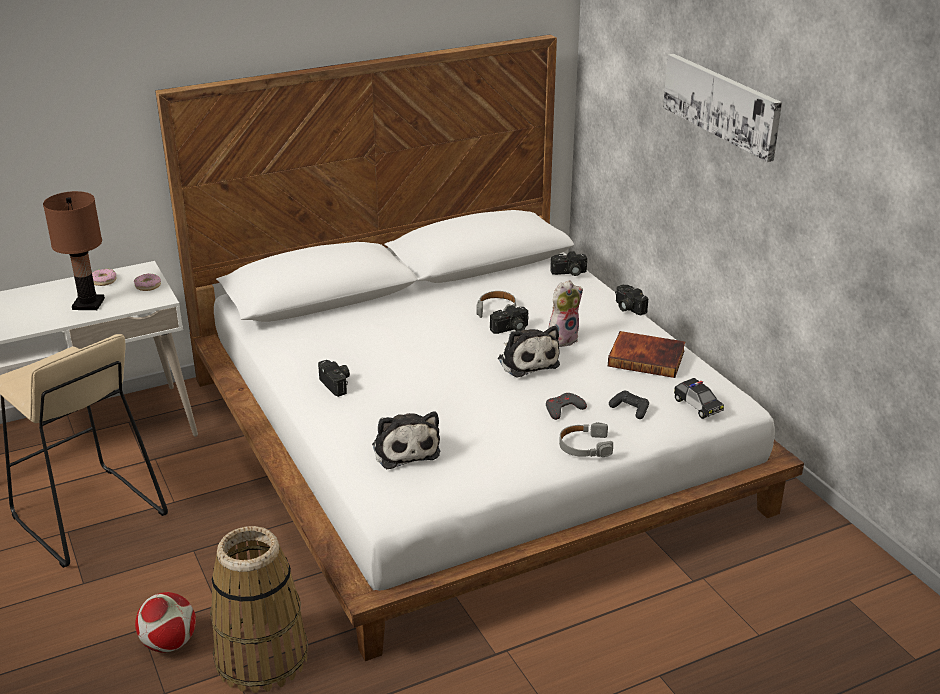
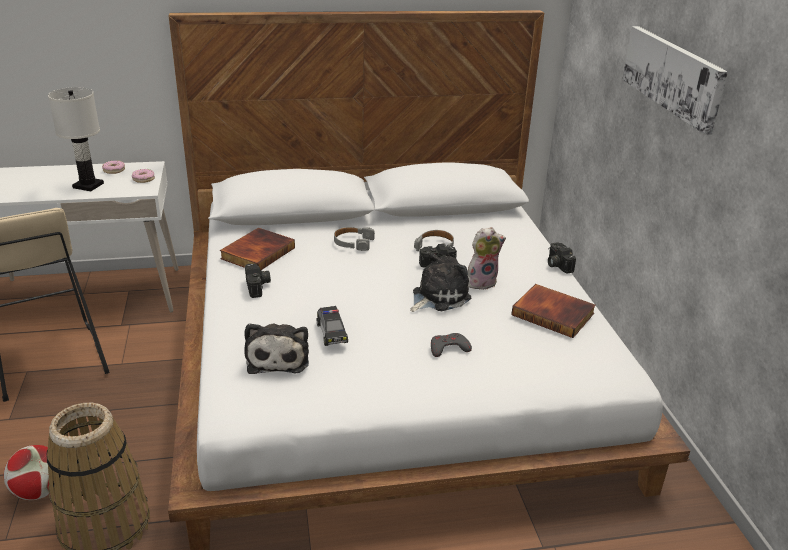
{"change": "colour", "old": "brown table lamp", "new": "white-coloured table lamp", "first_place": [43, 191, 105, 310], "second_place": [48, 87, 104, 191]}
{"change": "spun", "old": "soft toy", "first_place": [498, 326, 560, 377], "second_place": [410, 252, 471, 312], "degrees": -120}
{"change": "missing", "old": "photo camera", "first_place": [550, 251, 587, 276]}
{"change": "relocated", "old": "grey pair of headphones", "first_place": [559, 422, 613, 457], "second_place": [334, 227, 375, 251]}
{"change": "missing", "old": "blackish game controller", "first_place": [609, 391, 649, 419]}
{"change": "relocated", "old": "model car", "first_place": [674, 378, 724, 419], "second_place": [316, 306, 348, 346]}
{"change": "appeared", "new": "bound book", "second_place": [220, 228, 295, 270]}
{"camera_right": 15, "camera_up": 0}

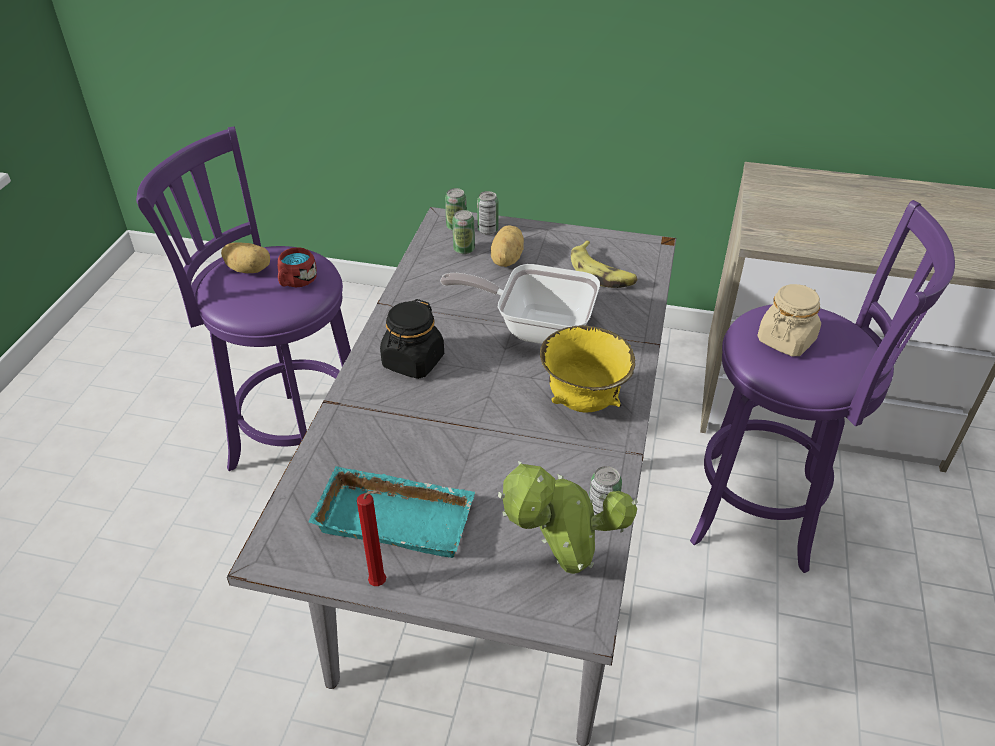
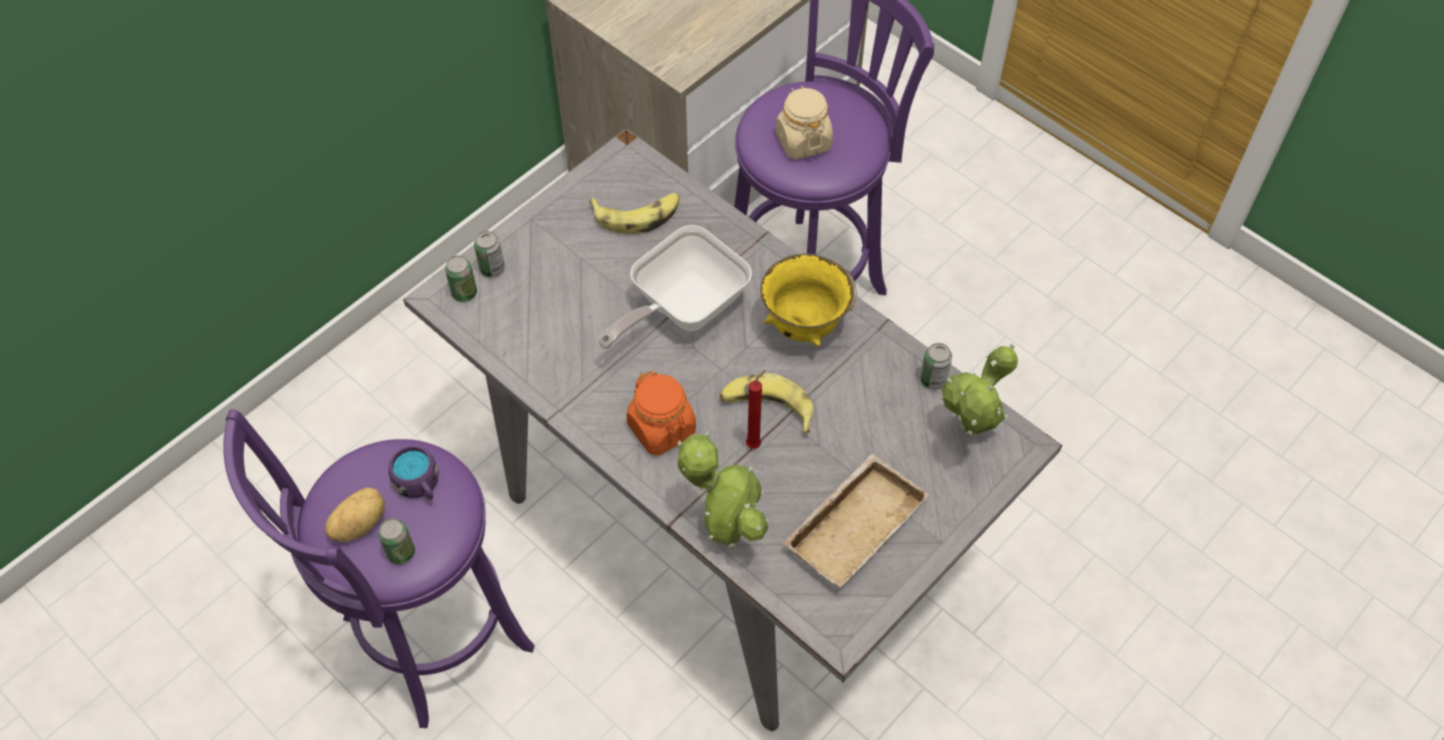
{"change": "colour", "old": "red-coloured mug", "new": "purple mug", "first_place": [278, 247, 317, 287], "second_place": [388, 446, 439, 500]}
{"change": "colour", "old": "turquoise carrying tray", "new": "sand-coloured carrying tray", "first_place": [309, 466, 476, 558], "second_place": [783, 453, 929, 587]}
{"change": "relocated", "old": "red-coloured wax candle", "first_place": [357, 490, 386, 586], "second_place": [746, 370, 765, 449]}
{"change": "colour", "old": "blackish jar", "new": "orange-coloured jar", "first_place": [380, 299, 444, 379], "second_place": [626, 371, 696, 455]}
{"change": "relocated", "old": "can", "first_place": [452, 210, 475, 254], "second_place": [378, 518, 415, 564]}
{"change": "missing", "old": "whole potato", "first_place": [491, 225, 524, 267]}
{"change": "appeared", "new": "potted plant", "second_place": [677, 432, 768, 548]}
{"change": "appeared", "new": "whole banana", "second_place": [720, 373, 814, 434]}
{"camera_right": -60, "camera_up": 15}

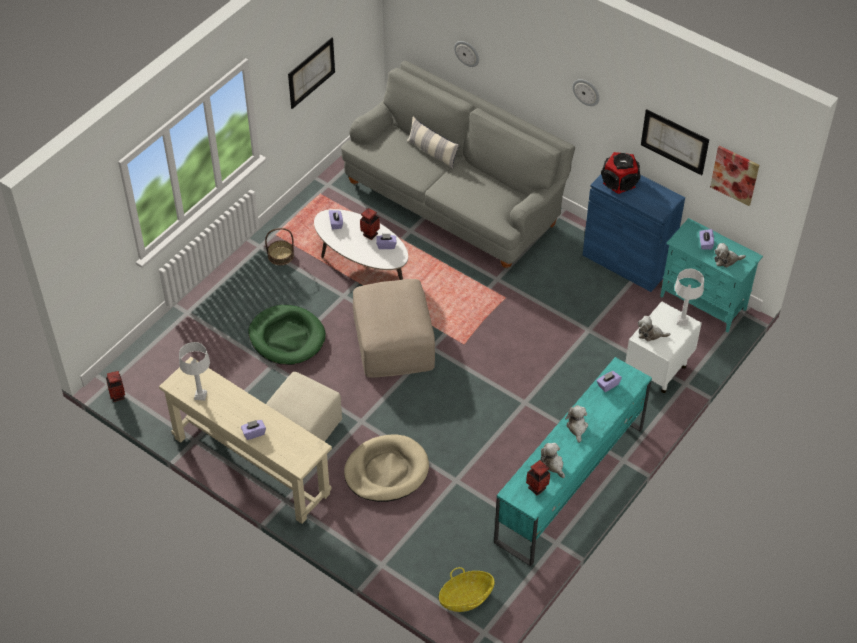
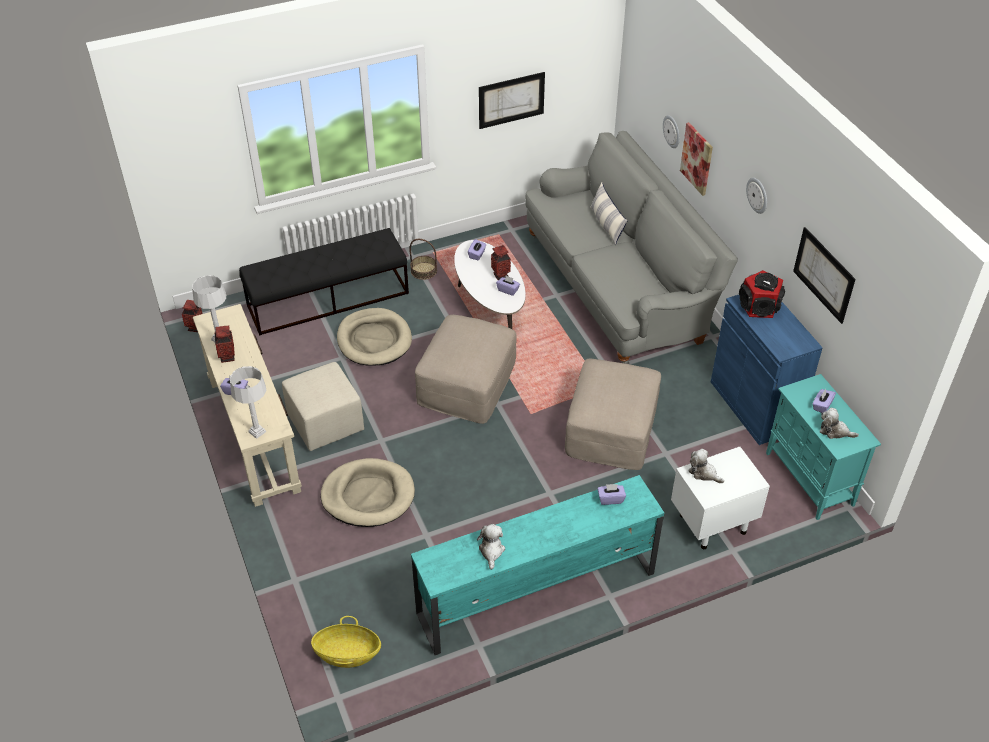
{"change": "colour", "old": "green dog bed", "new": "sand-coloured dog bed", "first_place": [249, 305, 326, 365], "second_place": [337, 308, 412, 366]}
{"change": "relocated", "old": "decorative vase", "first_place": [526, 460, 550, 496], "second_place": [215, 325, 235, 363]}
{"change": "missing", "old": "soft toy", "first_place": [565, 405, 588, 443]}
{"change": "relocated", "old": "grey table lamp", "first_place": [674, 269, 704, 326], "second_place": [230, 366, 266, 439]}
{"change": "relocated", "old": "wall art", "first_place": [710, 146, 759, 206], "second_place": [680, 122, 713, 196]}
{"change": "appeared", "new": "blackish indoor bench", "second_place": [239, 228, 409, 336]}
{"change": "appeared", "new": "sand-coloured ottoman", "second_place": [565, 359, 661, 470]}
{"camera_right": 30, "camera_up": -5}

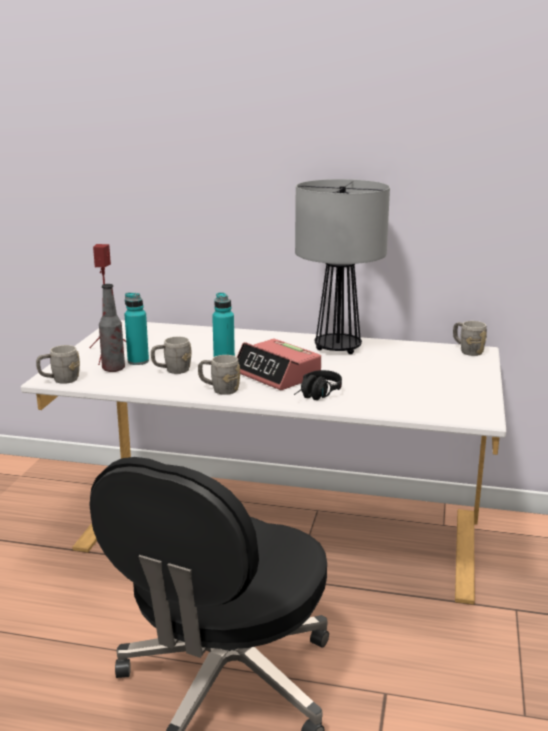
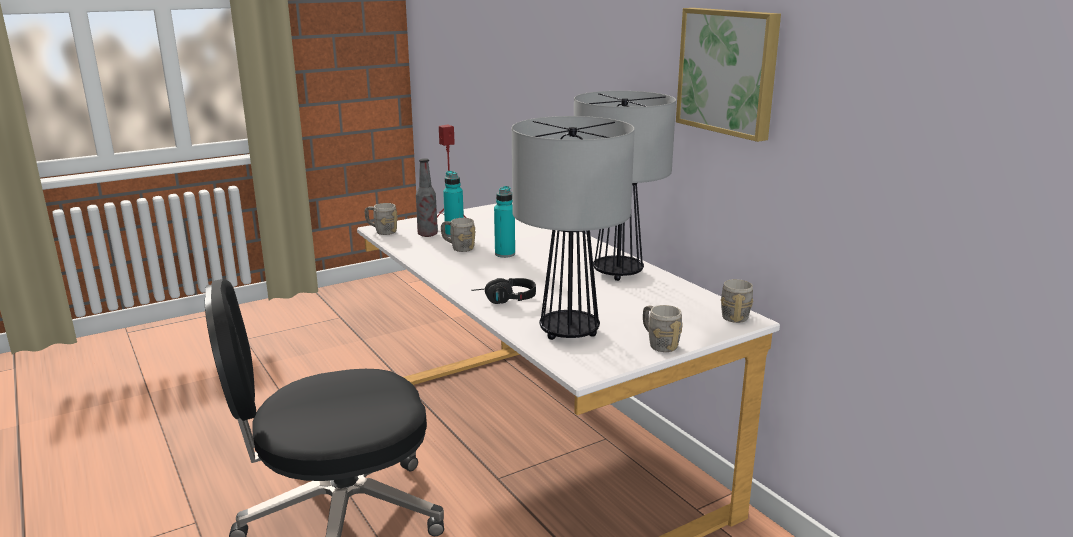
{"change": "relocated", "old": "grey mug", "first_place": [198, 355, 240, 395], "second_place": [643, 305, 683, 352]}
{"change": "missing", "old": "alarm clock", "first_place": [237, 339, 321, 390]}
{"change": "appeared", "new": "table lamp", "second_place": [512, 116, 635, 340]}
{"change": "appeared", "new": "wall art", "second_place": [676, 8, 781, 142]}
{"camera_right": 45, "camera_up": 0}

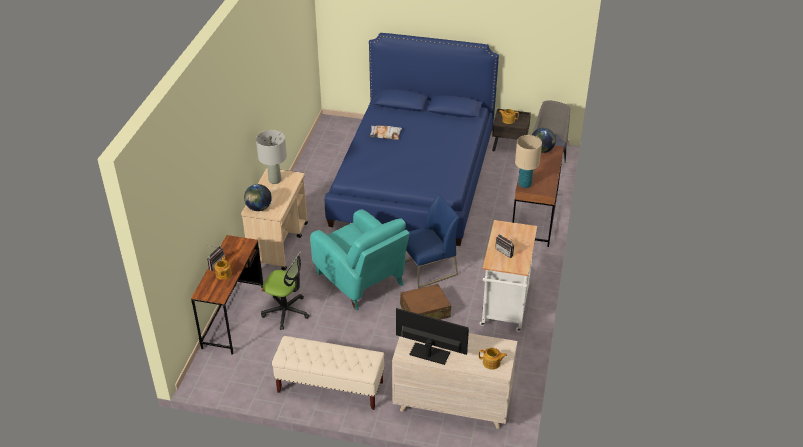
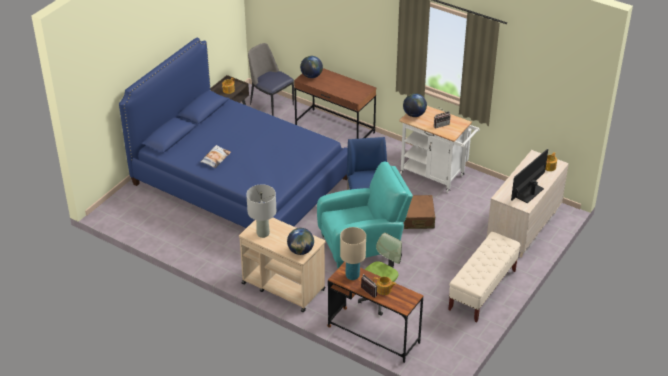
{"change": "relocated", "old": "sand-coloured table lamp", "first_place": [515, 135, 542, 188], "second_place": [340, 227, 366, 280]}
{"change": "appeared", "new": "globe", "second_place": [403, 93, 427, 117]}
{"camera_right": -70, "camera_up": 0}

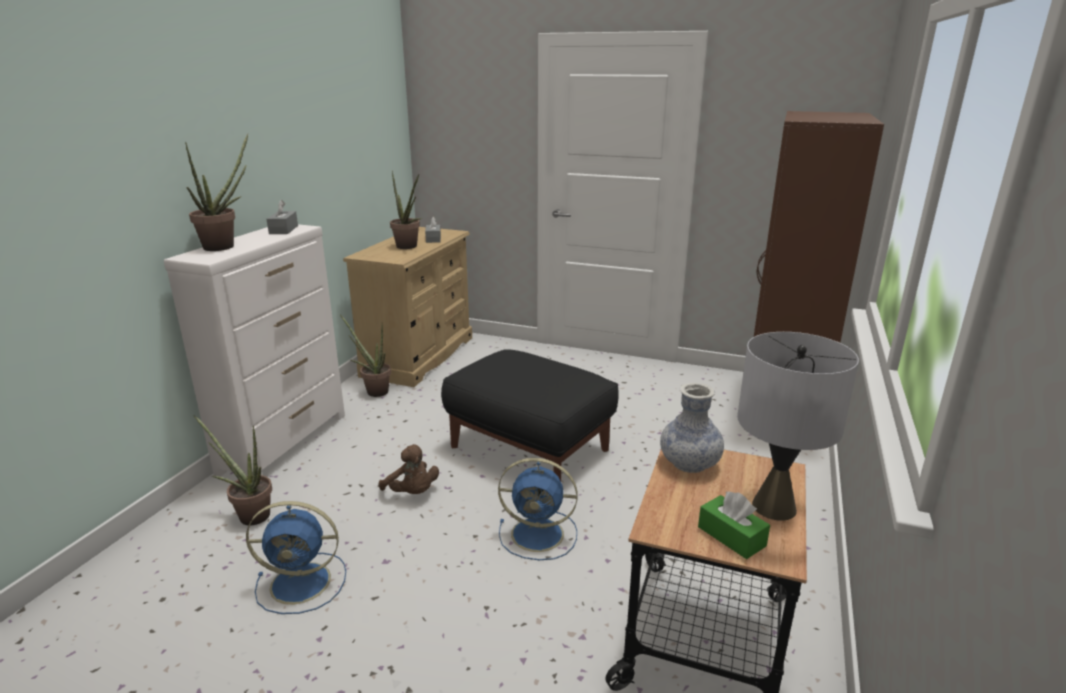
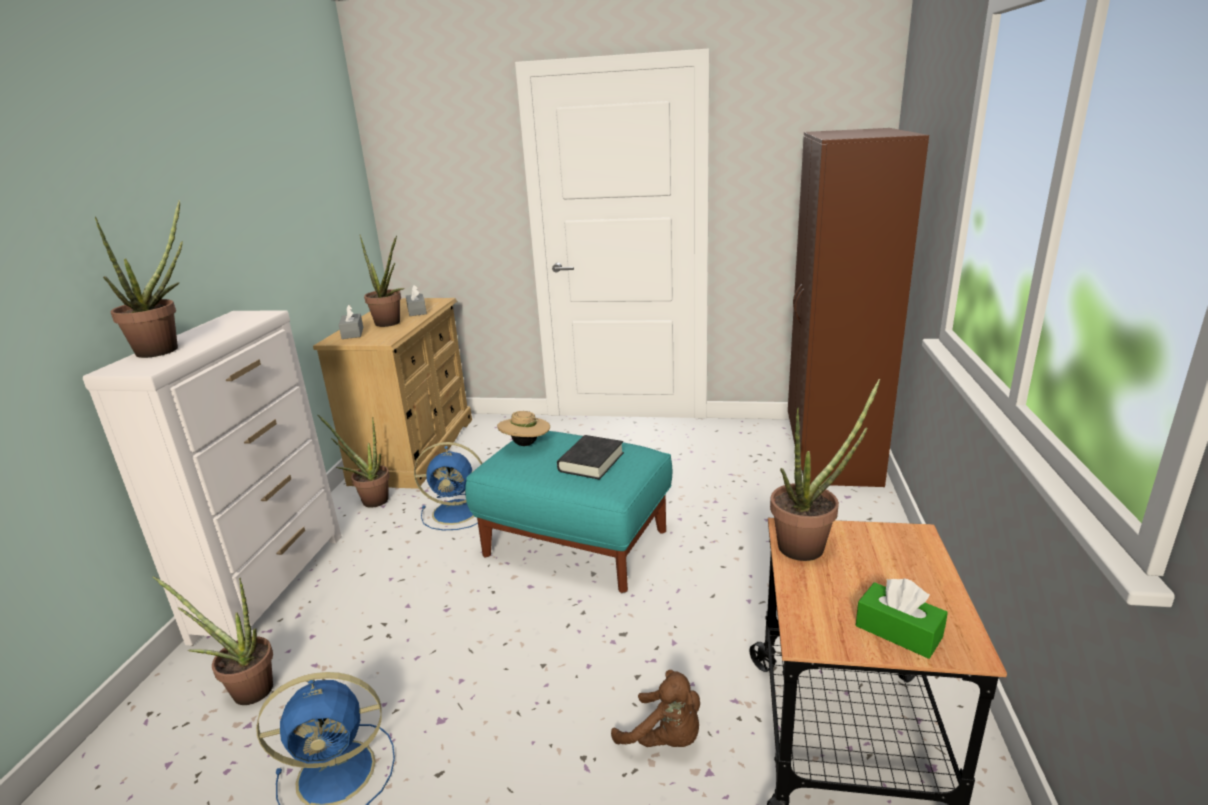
{"change": "relocated", "old": "grey tissue box", "first_place": [267, 200, 298, 234], "second_place": [339, 304, 363, 339]}
{"change": "relocated", "old": "brown soft toy", "first_place": [378, 444, 439, 494], "second_place": [611, 670, 700, 747]}
{"change": "colour", "old": "blackish ottoman", "new": "turquoise ottoman", "first_place": [441, 349, 619, 481], "second_place": [465, 431, 672, 593]}
{"change": "relocated", "old": "bluish fan", "first_place": [498, 458, 578, 560], "second_place": [414, 442, 482, 531]}
{"change": "exchanged", "old": "decorative vase", "new": "potted plant", "first_place": [660, 383, 724, 473], "second_place": [770, 379, 880, 561]}
{"change": "missing", "old": "grey table lamp", "first_place": [737, 332, 859, 521]}
{"change": "appeared", "new": "sand-coloured hat", "second_place": [497, 411, 550, 446]}
{"change": "appeared", "new": "blackish bound book", "second_place": [557, 435, 624, 480]}
{"camera_right": -10, "camera_up": 0}

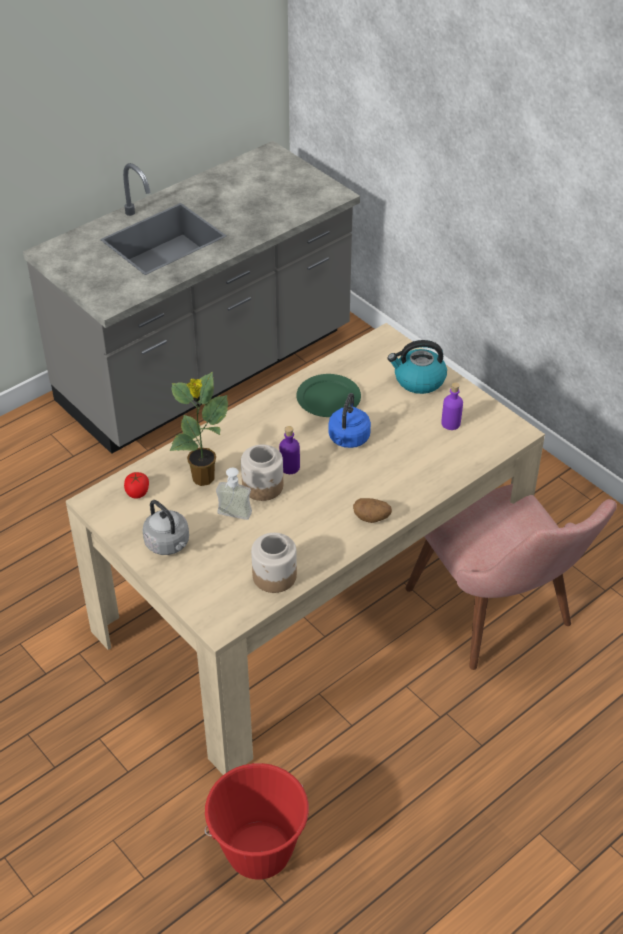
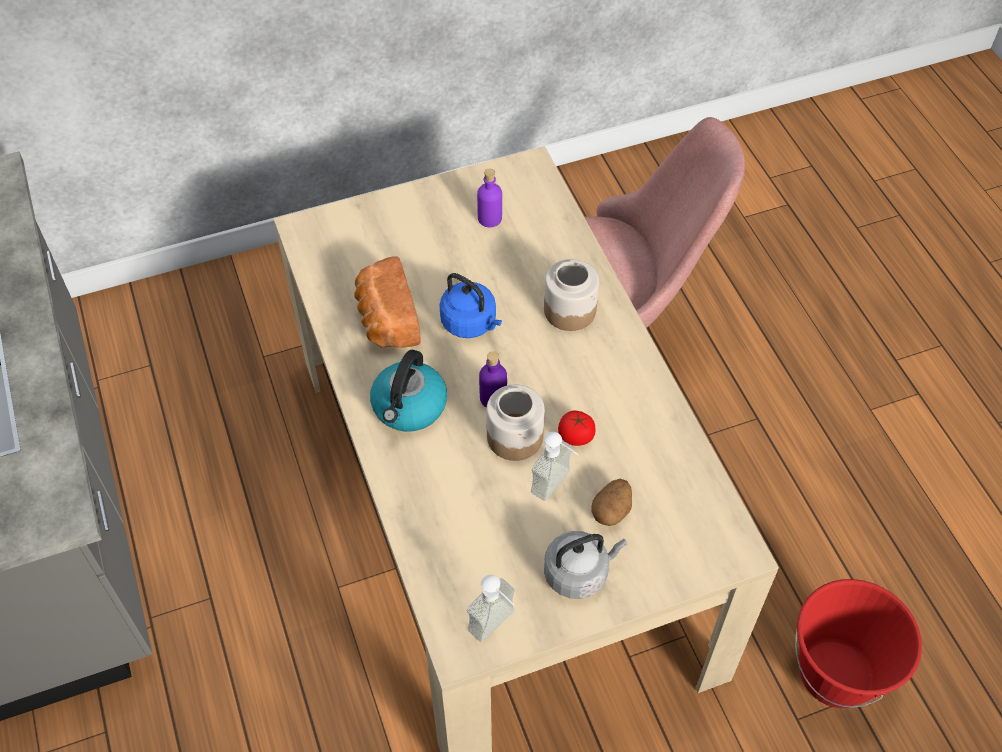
{"change": "relocated", "old": "fresh tomato", "first_place": [124, 472, 149, 499], "second_place": [558, 411, 595, 446]}
{"change": "missing", "old": "potted plant", "first_place": [169, 372, 228, 486]}
{"change": "relocated", "old": "jar", "first_place": [251, 533, 297, 593], "second_place": [544, 259, 599, 331]}
{"change": "exchanged", "old": "green plate", "new": "bread", "first_place": [296, 374, 361, 417], "second_place": [354, 256, 421, 348]}
{"change": "relocated", "old": "whole potato", "first_place": [353, 498, 392, 523], "second_place": [591, 478, 632, 526]}
{"change": "relocated", "old": "water kettle", "first_place": [388, 340, 447, 394], "second_place": [370, 350, 447, 432]}
{"change": "appeared", "new": "liquid soap bottle", "second_place": [467, 575, 515, 642]}
{"camera_right": -70, "camera_up": 10}

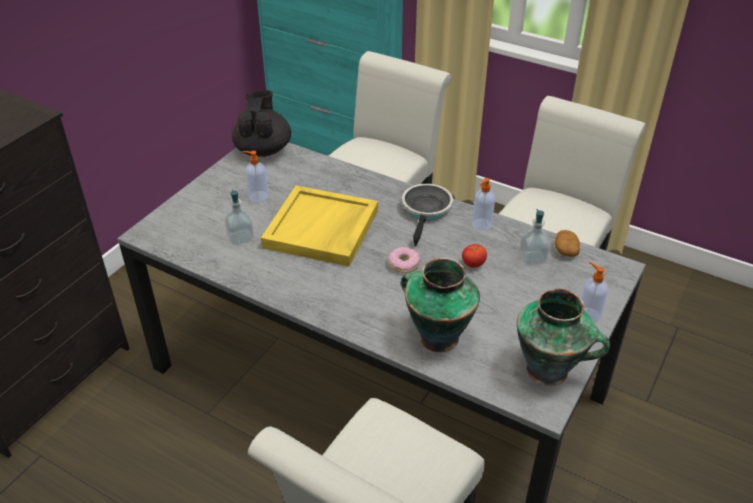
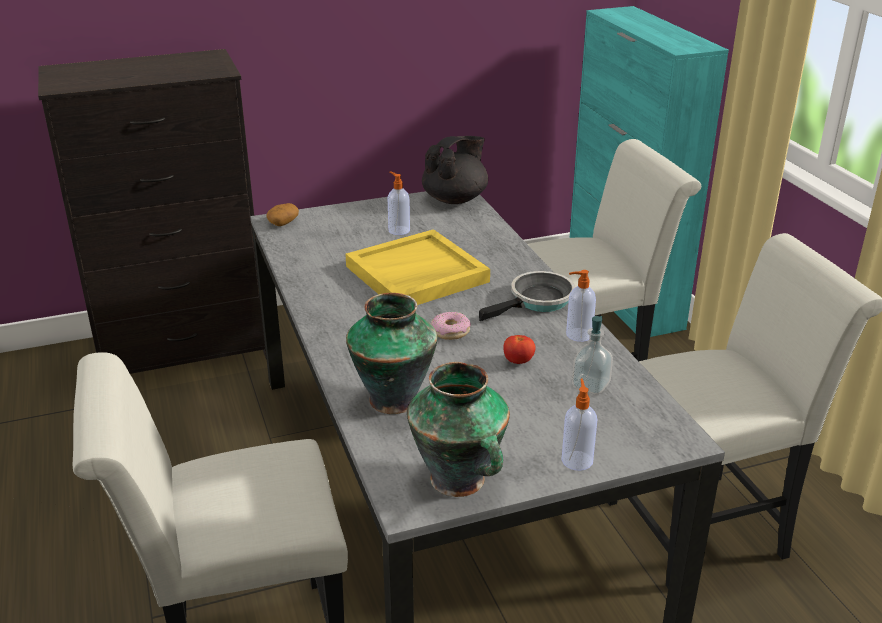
{"change": "missing", "old": "liquid soap bottle", "first_place": [225, 190, 254, 245]}
{"change": "relocated", "old": "whole potato", "first_place": [555, 230, 580, 257], "second_place": [267, 203, 299, 226]}
{"camera_right": 40, "camera_up": -10}

